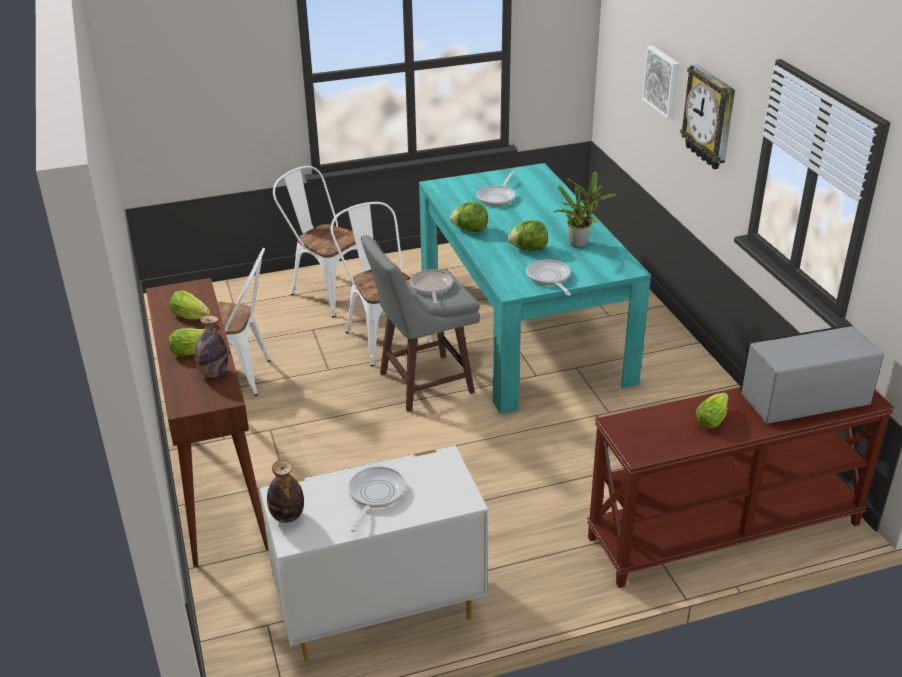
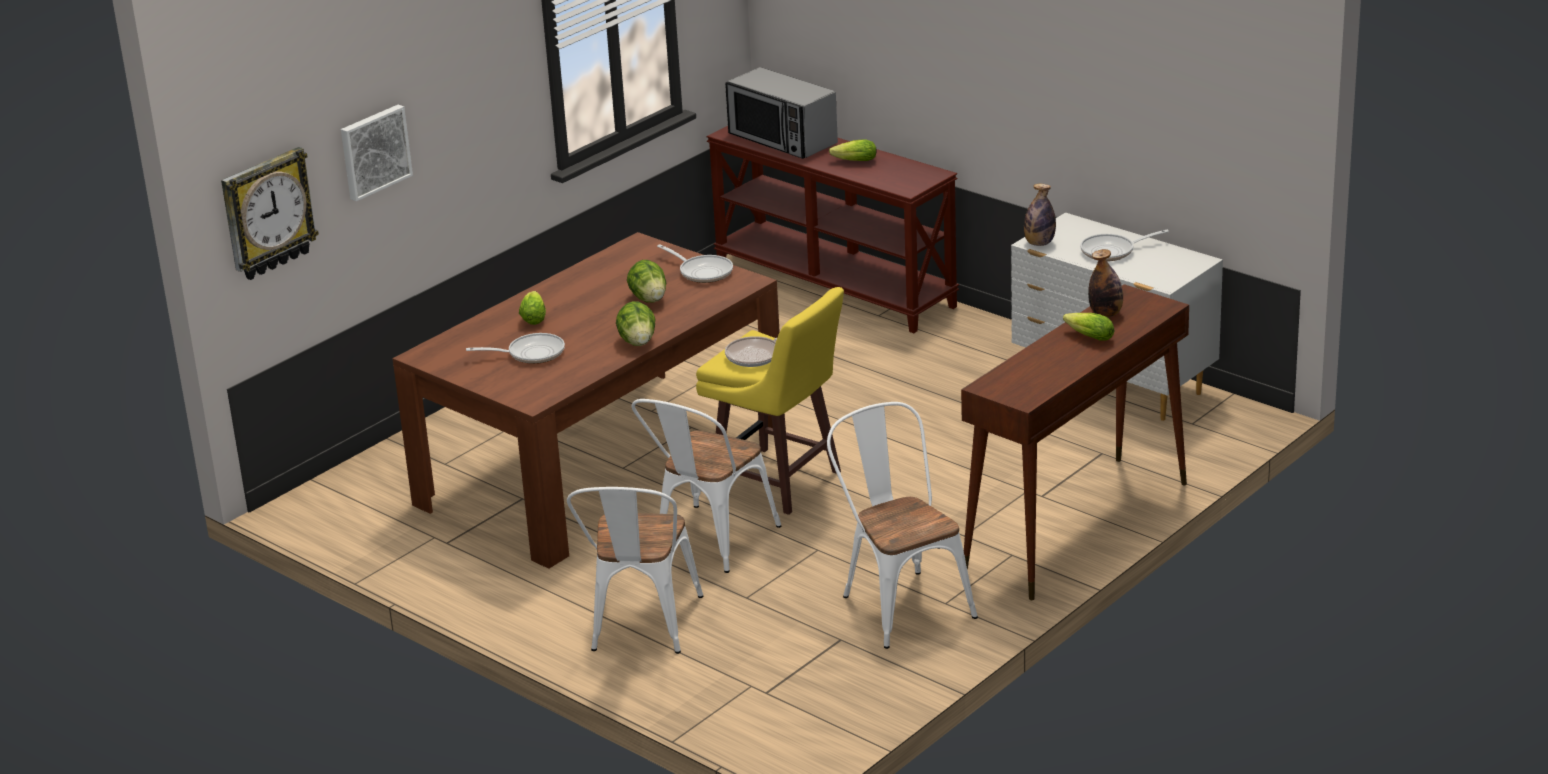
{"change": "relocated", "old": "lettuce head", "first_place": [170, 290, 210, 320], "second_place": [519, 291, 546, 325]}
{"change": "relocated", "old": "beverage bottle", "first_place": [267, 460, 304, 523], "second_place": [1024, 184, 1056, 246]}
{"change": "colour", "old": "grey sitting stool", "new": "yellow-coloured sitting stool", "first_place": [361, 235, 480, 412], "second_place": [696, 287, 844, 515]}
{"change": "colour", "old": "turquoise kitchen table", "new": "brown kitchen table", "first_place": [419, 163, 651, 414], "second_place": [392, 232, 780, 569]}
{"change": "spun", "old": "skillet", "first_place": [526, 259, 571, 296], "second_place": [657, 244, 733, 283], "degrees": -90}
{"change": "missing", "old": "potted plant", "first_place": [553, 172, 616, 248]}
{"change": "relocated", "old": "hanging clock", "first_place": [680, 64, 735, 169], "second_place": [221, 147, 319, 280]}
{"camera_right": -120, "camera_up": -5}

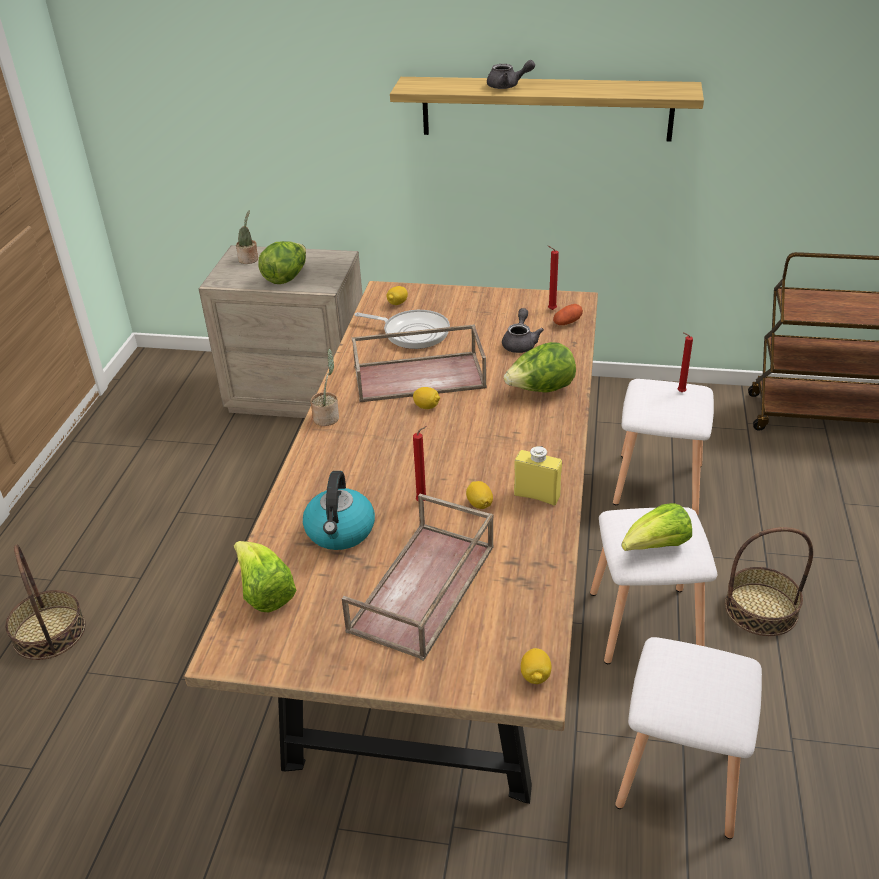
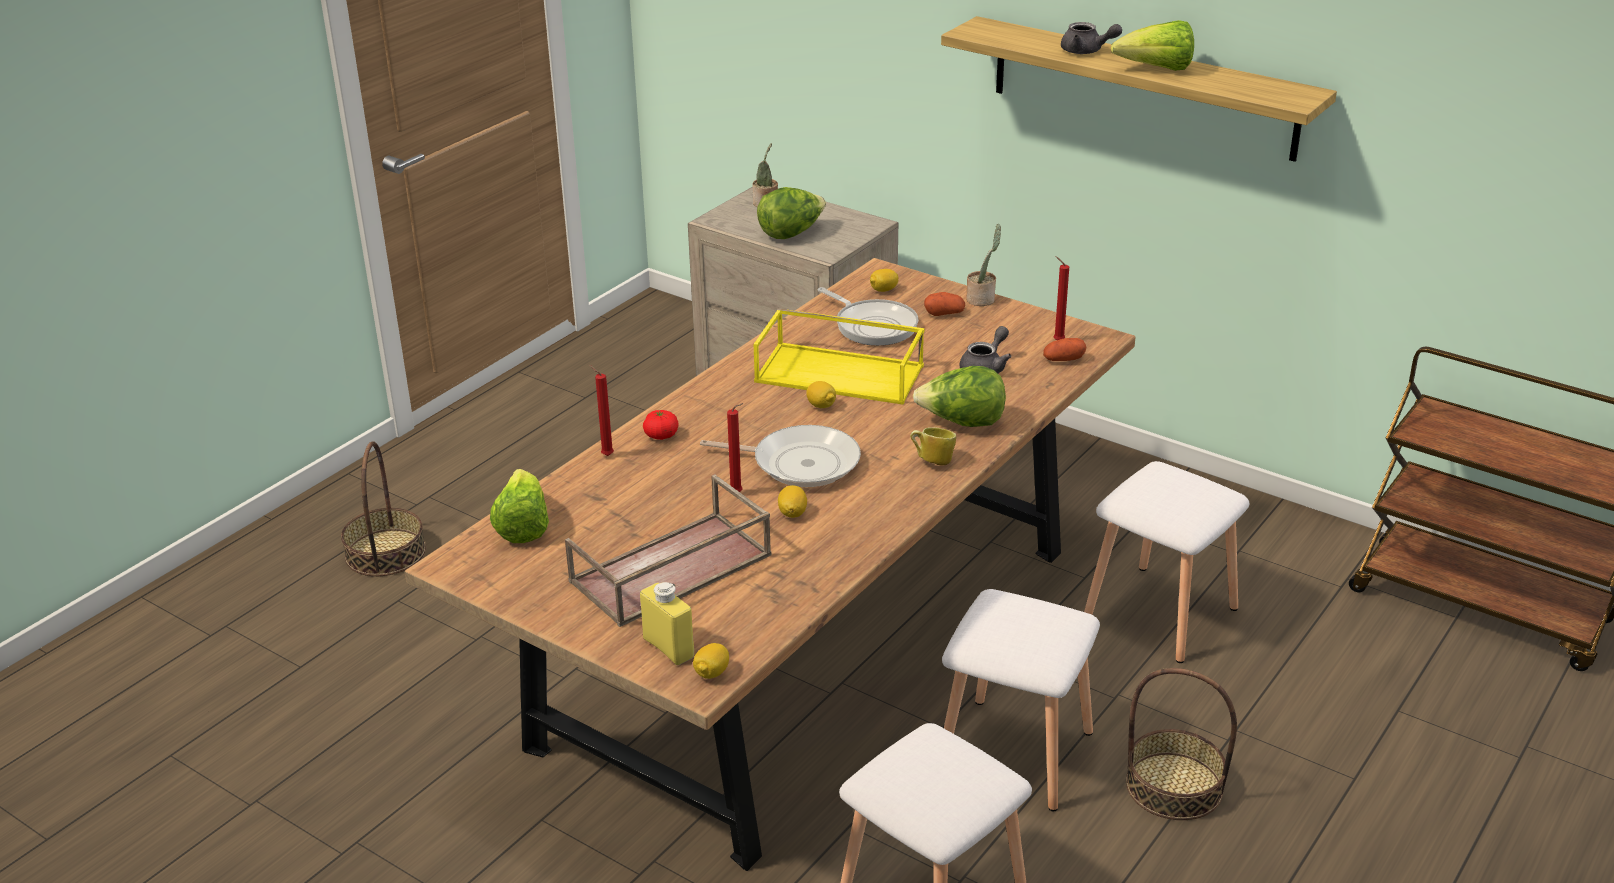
{"change": "missing", "old": "water kettle", "first_place": [303, 471, 375, 550]}
{"change": "relocated", "old": "potted plant", "first_place": [310, 349, 339, 426], "second_place": [966, 224, 1001, 306]}
{"change": "colour", "old": "brown carrying tray", "new": "yellow-coloured carrying tray", "first_place": [352, 324, 487, 402], "second_place": [754, 308, 924, 405]}
{"change": "relocated", "old": "yellow-coloured beverage bottle", "first_place": [514, 446, 562, 505], "second_place": [640, 582, 694, 665]}
{"change": "relocated", "old": "lettuce head", "first_place": [621, 503, 692, 551], "second_place": [1111, 20, 1194, 71]}
{"change": "relocated", "old": "red-coloured wax candle", "first_place": [678, 332, 693, 392], "second_place": [589, 365, 614, 456]}
{"change": "appeared", "new": "fresh tomato", "second_place": [643, 410, 679, 440]}
{"change": "appeared", "new": "skillet", "second_place": [700, 425, 861, 487]}
{"change": "appeared", "new": "mug", "second_place": [910, 427, 956, 465]}
{"change": "appeared", "new": "whole potato", "second_place": [924, 292, 965, 316]}
{"camera_right": 25, "camera_up": -5}

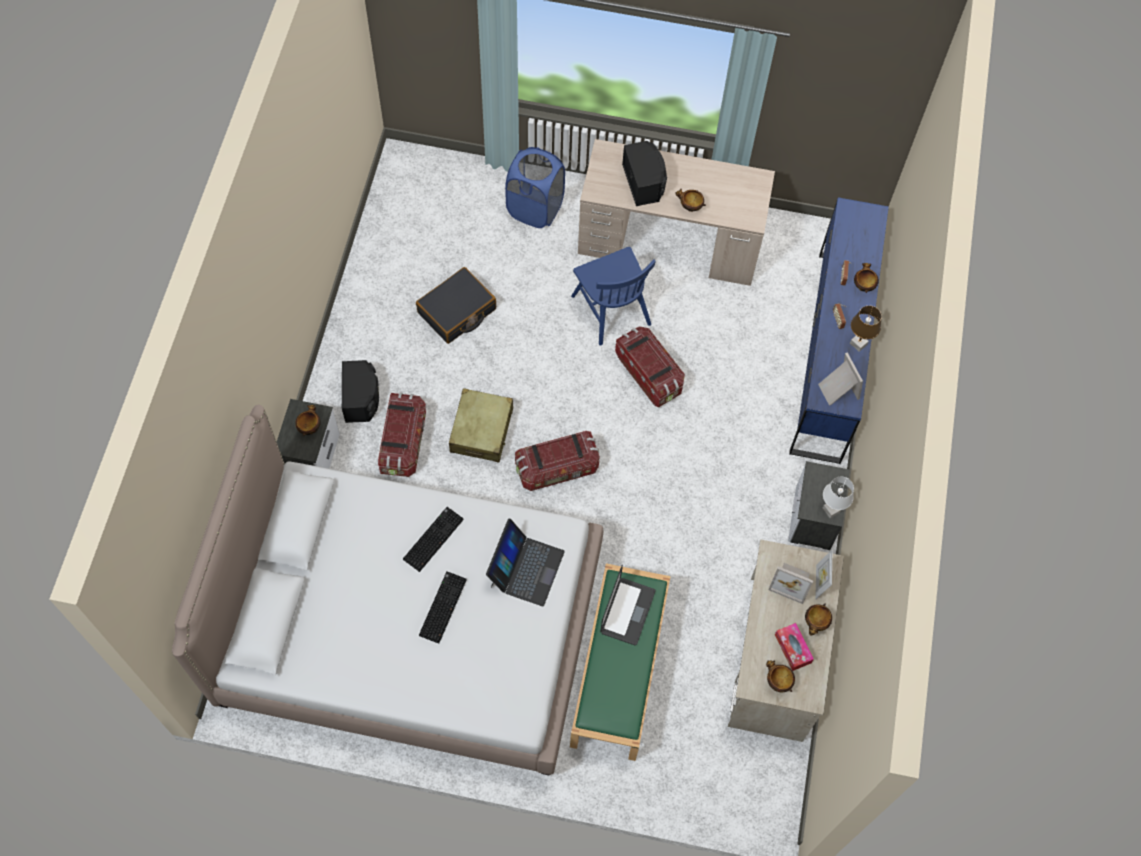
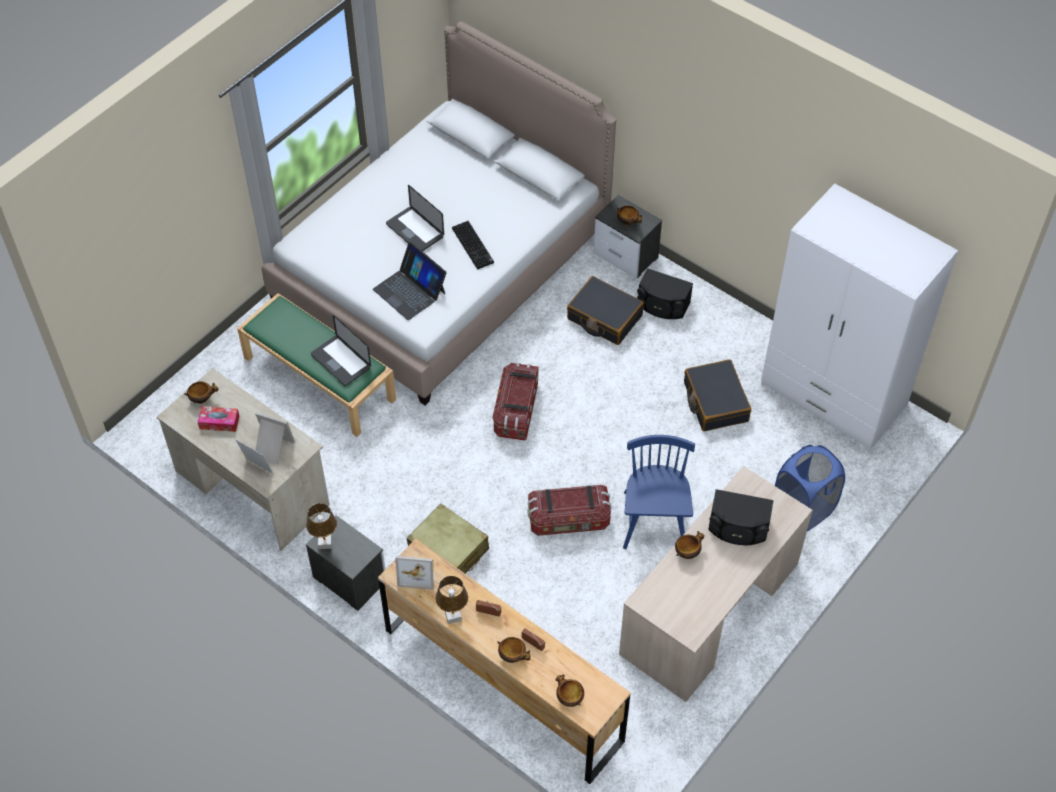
{"change": "exchanged", "old": "storage container", "new": "blackish travel case", "first_place": [378, 393, 426, 477], "second_place": [567, 276, 644, 345]}
{"change": "exchanged", "old": "computer keyboard", "new": "notebook computer", "first_place": [419, 571, 467, 644], "second_place": [386, 185, 444, 251]}
{"change": "relocated", "old": "sand-coloured travel case", "first_place": [449, 388, 513, 462], "second_place": [407, 503, 489, 573]}
{"change": "spun", "old": "bluish plain chair", "first_place": [571, 247, 656, 346], "second_place": [623, 435, 695, 549], "degrees": 90}
{"change": "spun", "old": "photo frame", "first_place": [768, 563, 813, 604], "second_place": [255, 412, 295, 465], "degrees": 60}
{"change": "colour", "old": "bluish drawer chest", "new": "brown drawer chest", "first_place": [789, 197, 889, 464], "second_place": [378, 539, 631, 784]}
{"change": "relocated", "old": "deep dish", "first_place": [805, 603, 832, 636], "second_place": [556, 674, 584, 707]}
{"change": "colour", "old": "white-coloured table lamp", "new": "brown table lamp", "first_place": [823, 476, 854, 518], "second_place": [306, 503, 337, 549]}
{"change": "appeared", "new": "white-coloured wardrobe", "second_place": [761, 184, 958, 450]}
{"camera_right": 120, "camera_up": -10}

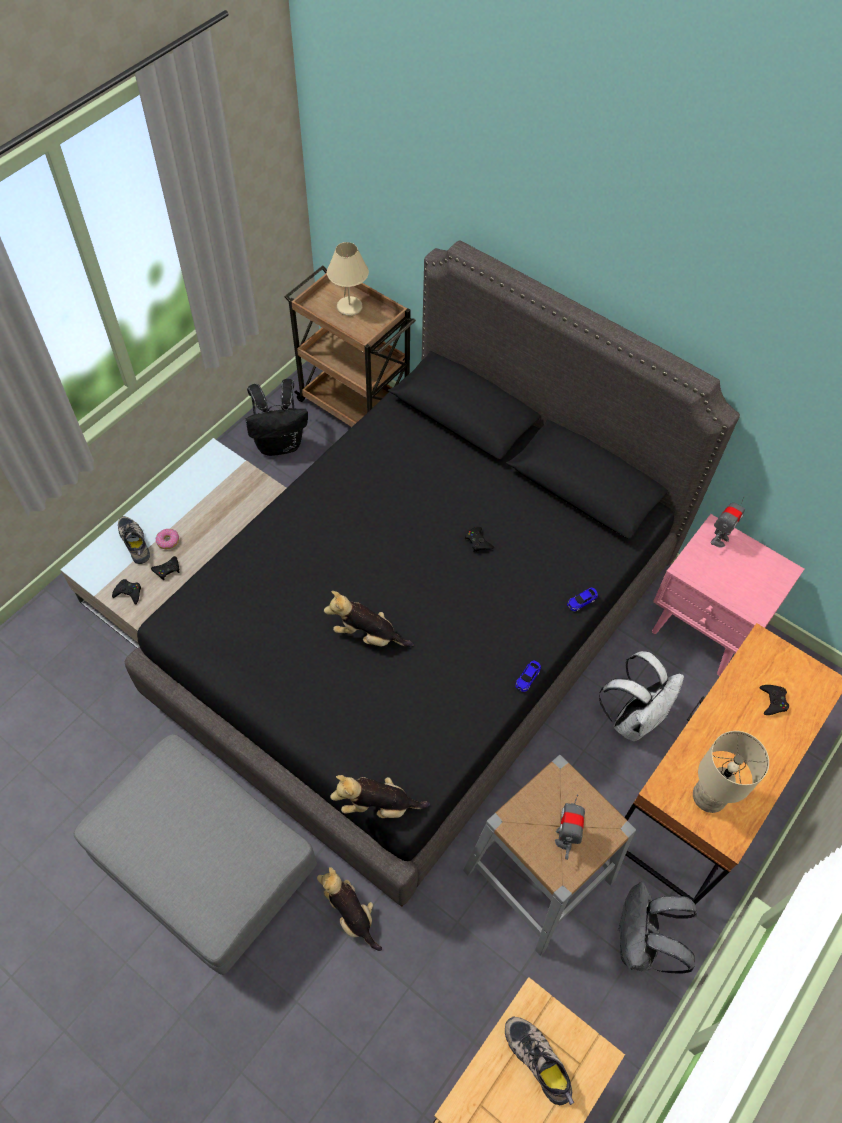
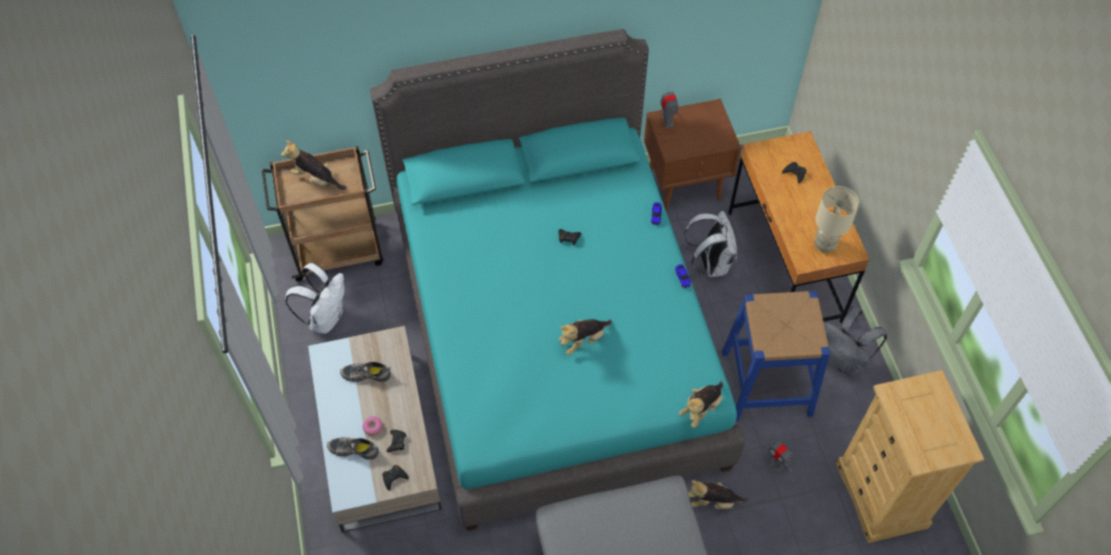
{"change": "colour", "old": "blackish bedroom bed", "new": "turquoise bedroom bed", "first_place": [125, 240, 740, 907], "second_place": [370, 29, 745, 531]}
{"change": "colour", "old": "blackish rucksack", "new": "white-coloured rucksack", "first_place": [246, 379, 308, 456], "second_place": [285, 263, 345, 334]}
{"change": "exchanged", "old": "sand-coloured table lamp", "new": "soft toy", "first_place": [327, 242, 369, 316], "second_place": [281, 140, 346, 190]}
{"change": "colour", "old": "grey sitting stool", "new": "bluish sitting stool", "first_place": [463, 755, 636, 956], "second_place": [722, 291, 830, 421]}
{"change": "relocated", "old": "item of footwear", "first_place": [505, 1016, 574, 1105], "second_place": [340, 362, 391, 382]}
{"change": "relocated", "old": "toy robot", "first_place": [555, 794, 585, 860], "second_place": [765, 436, 793, 472]}
{"change": "colour", "old": "pinkish nightstand", "new": "brown nightstand", "first_place": [652, 514, 804, 676], "second_place": [644, 99, 741, 211]}
{"camera_right": -50, "camera_up": 0}

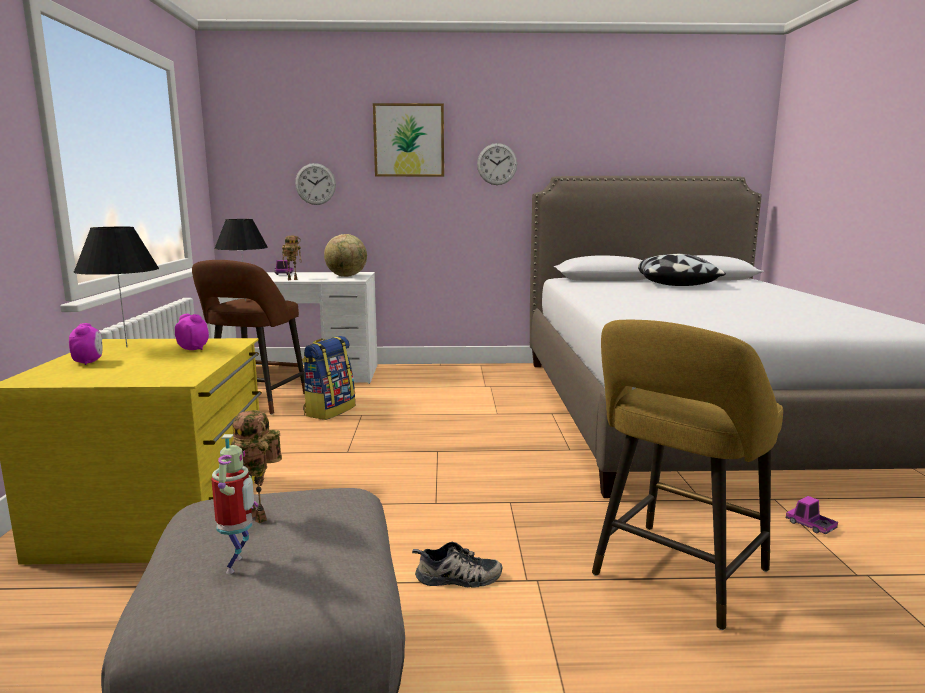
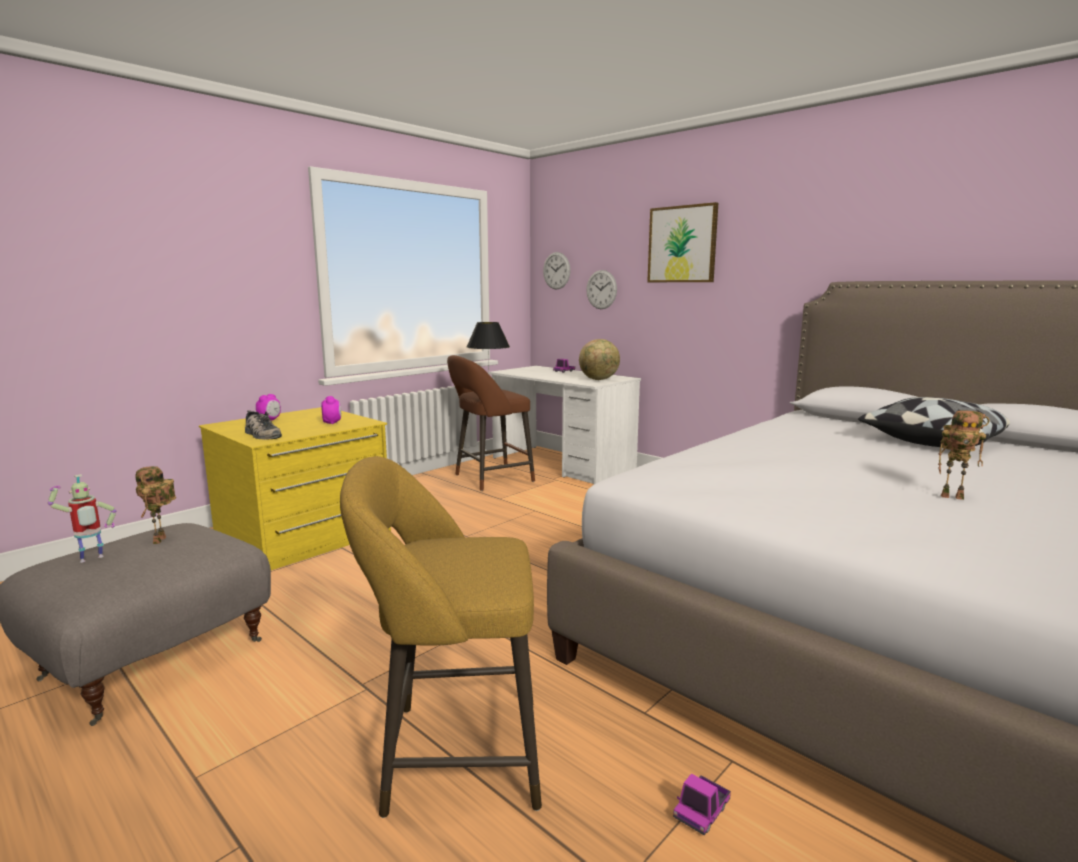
{"change": "missing", "old": "blackish table lamp", "first_place": [73, 227, 159, 348]}
{"change": "relocated", "old": "toy robot", "first_place": [282, 236, 302, 280], "second_place": [938, 410, 989, 500]}
{"change": "missing", "old": "rucksack", "first_place": [302, 336, 355, 420]}
{"change": "relocated", "old": "item of footwear", "first_place": [412, 542, 502, 588], "second_place": [245, 410, 282, 440]}
{"change": "relocated", "old": "hanging clock", "first_place": [477, 143, 517, 185], "second_place": [543, 252, 571, 290]}
{"change": "spun", "old": "toy truck", "first_place": [786, 496, 838, 534], "second_place": [673, 774, 731, 835], "degrees": -150}
{"camera_right": 45, "camera_up": 0}

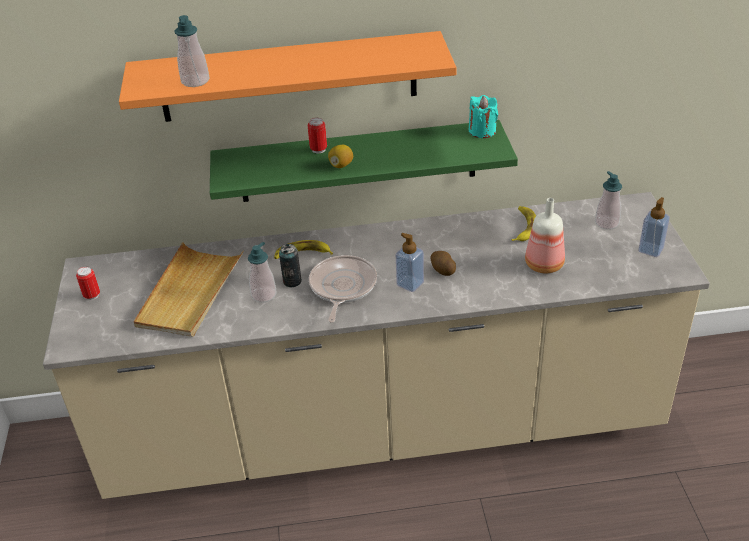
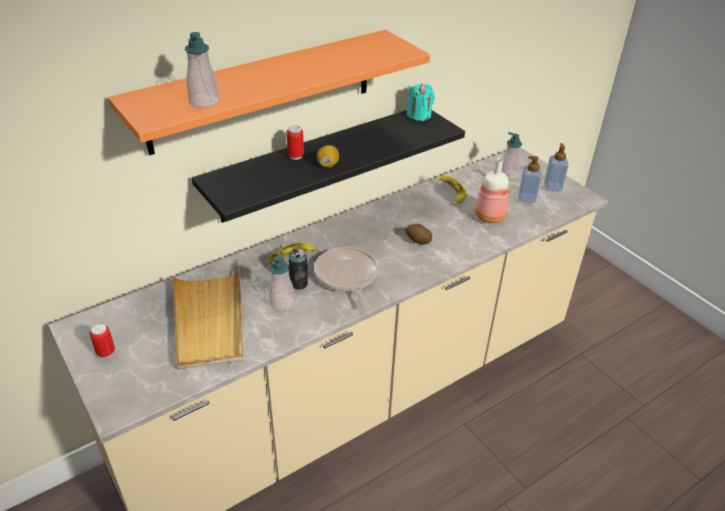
{"change": "colour", "old": "green shelf", "new": "blackish shelf", "first_place": [210, 120, 518, 202], "second_place": [192, 110, 465, 223]}
{"change": "relocated", "old": "liquid soap bottle", "first_place": [396, 233, 424, 292], "second_place": [519, 156, 542, 203]}
{"camera_right": -30, "camera_up": 0}

